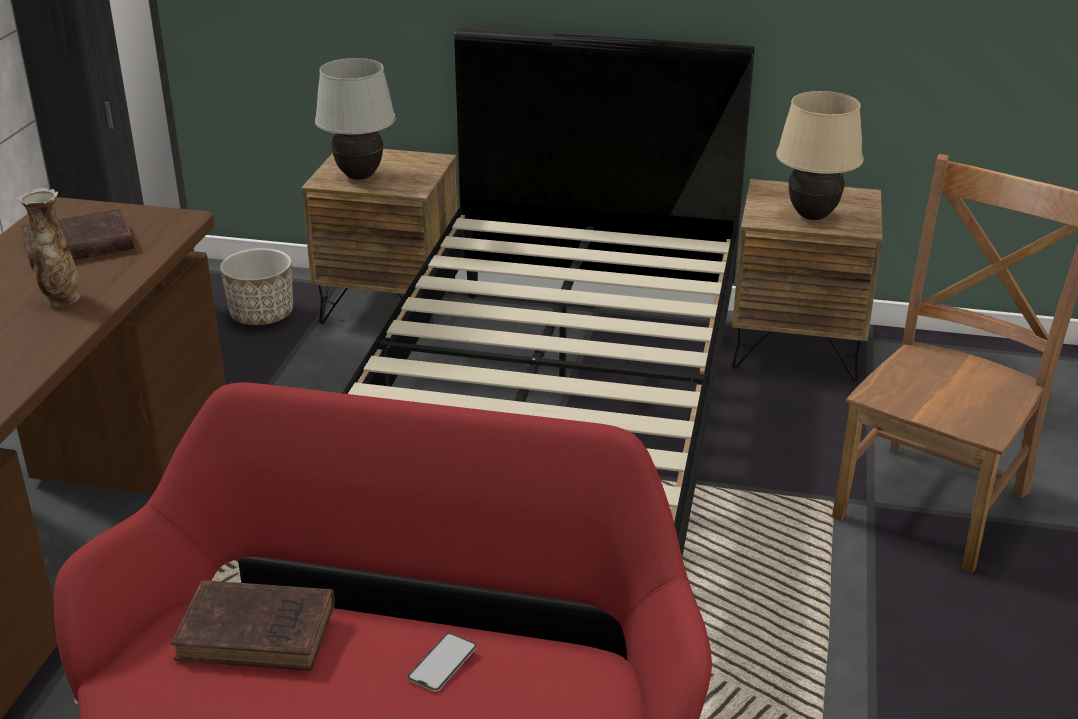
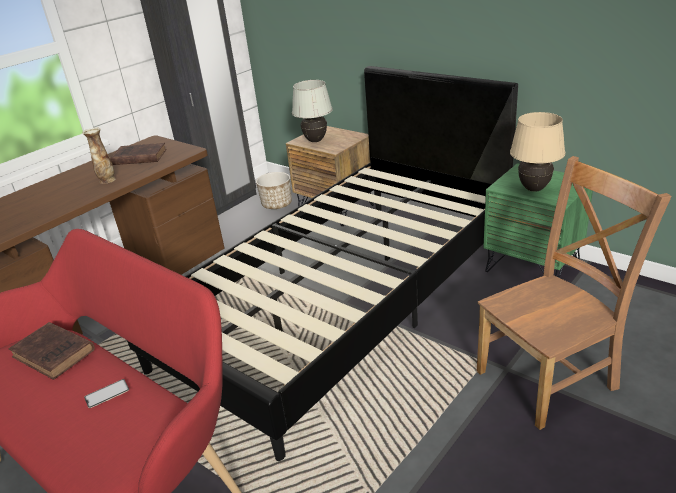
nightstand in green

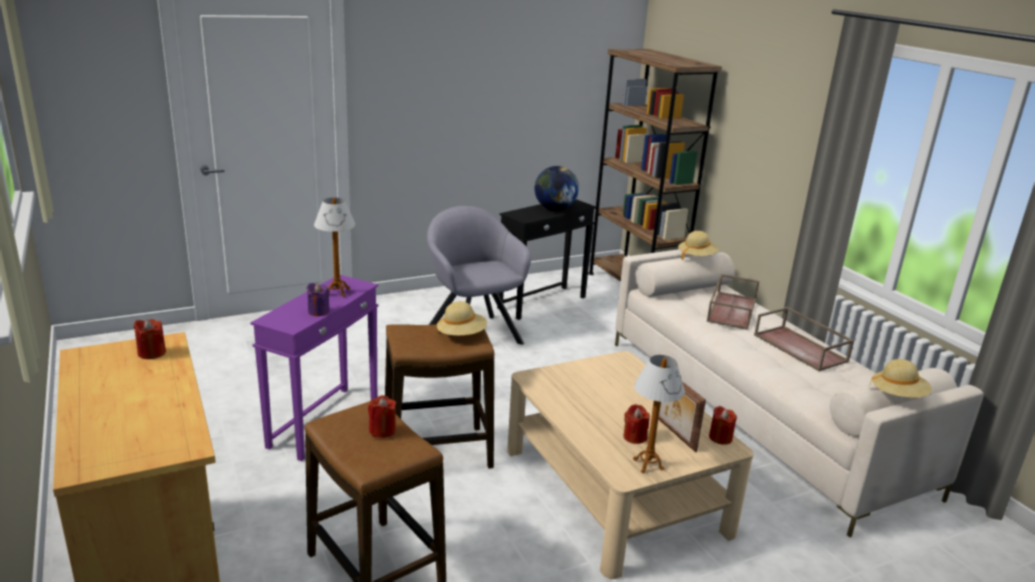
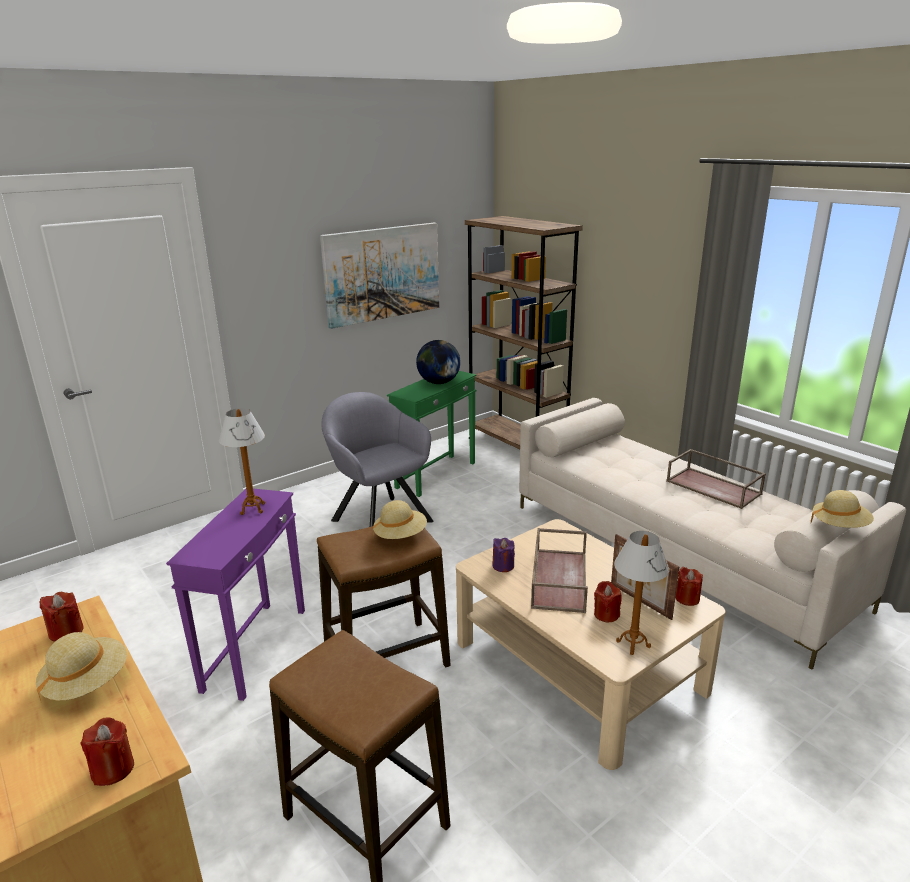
hat in beige (1st from left)
candle in red (2nd from left)
picture
side table in green
candle in purple
tray in brown (1st from left)

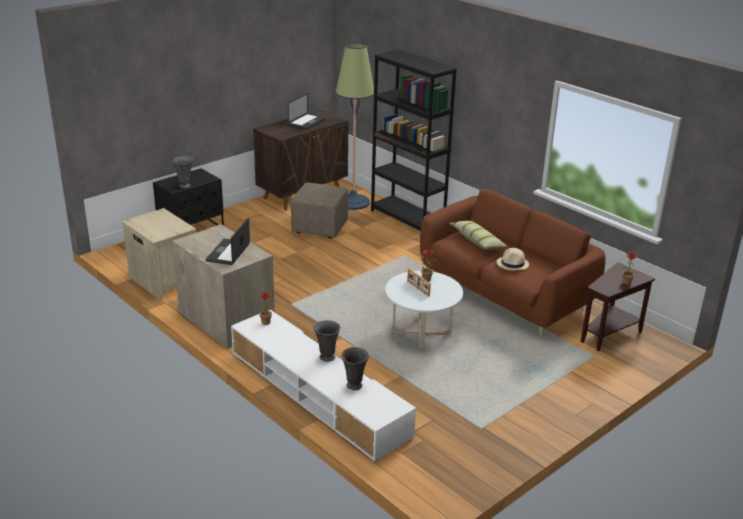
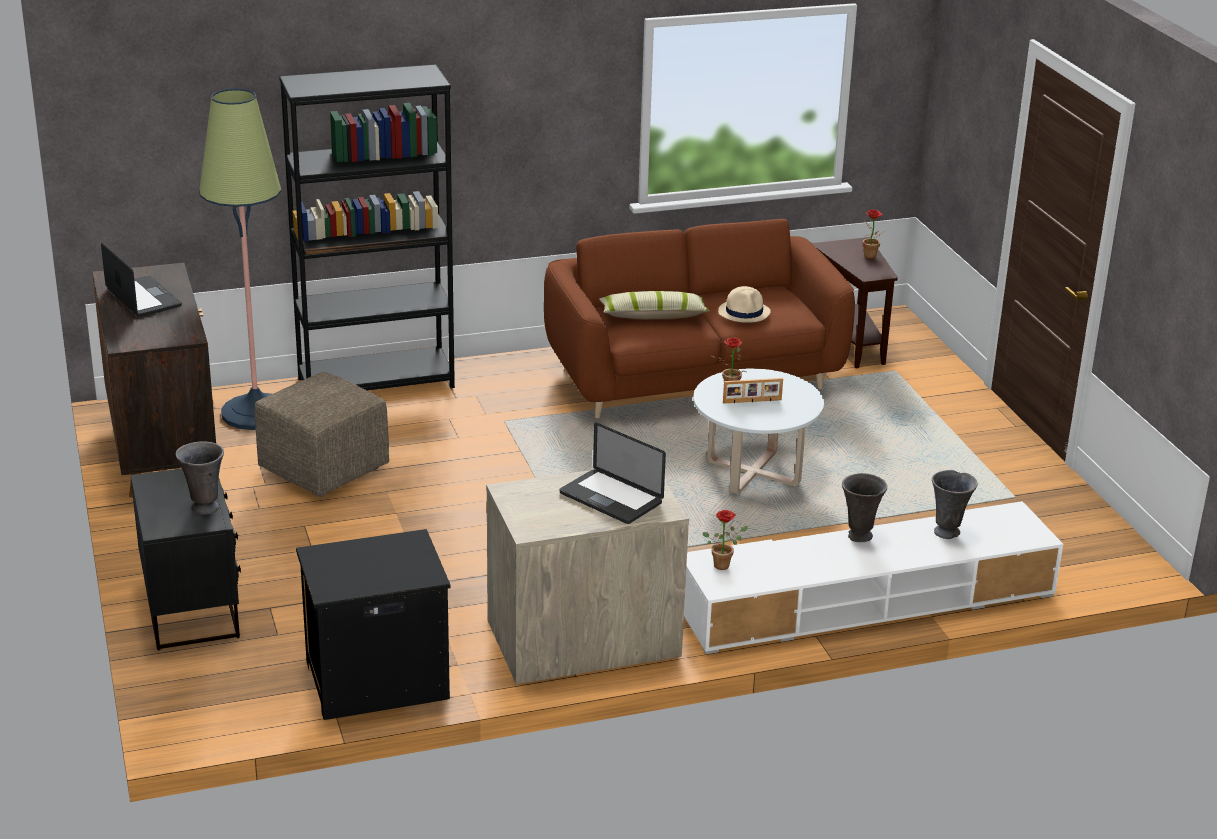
nightstand in black (2nd from left)

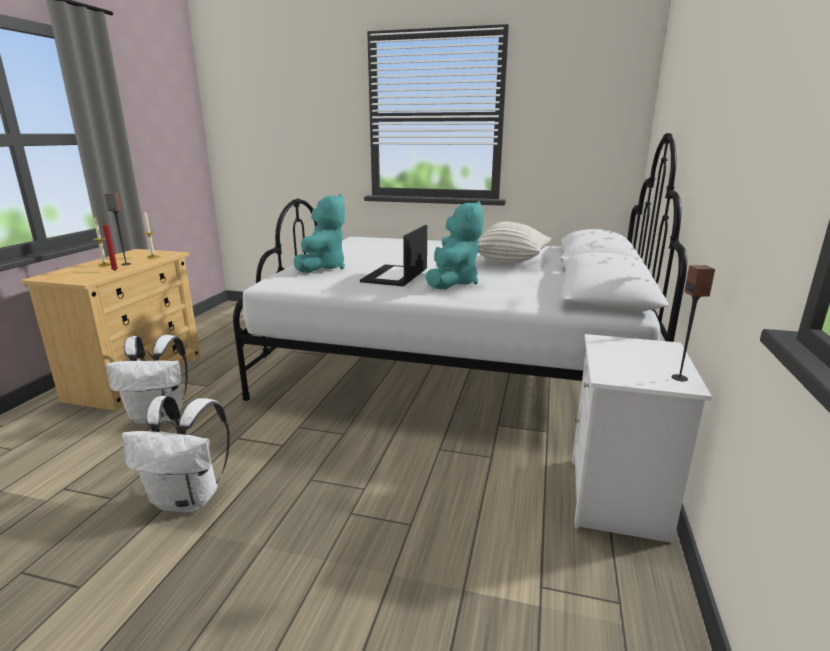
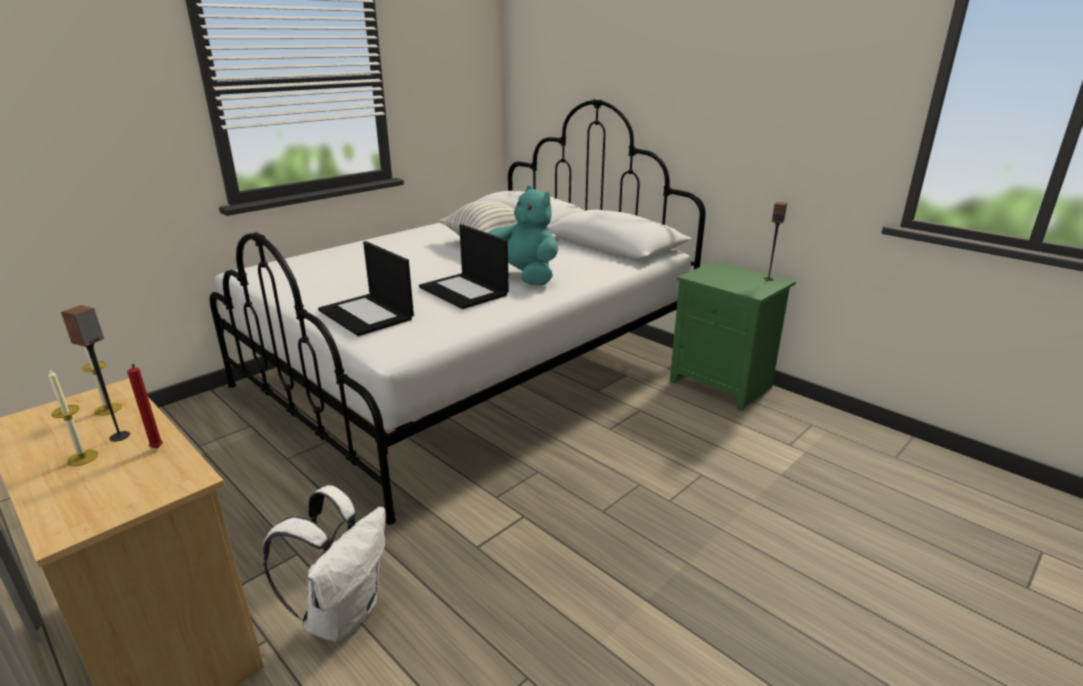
laptop (1st from left)
nightstand in green
backpack in white (2nd from left in the first image)

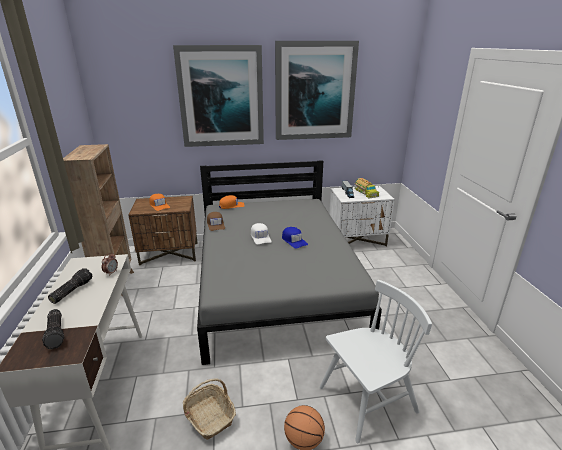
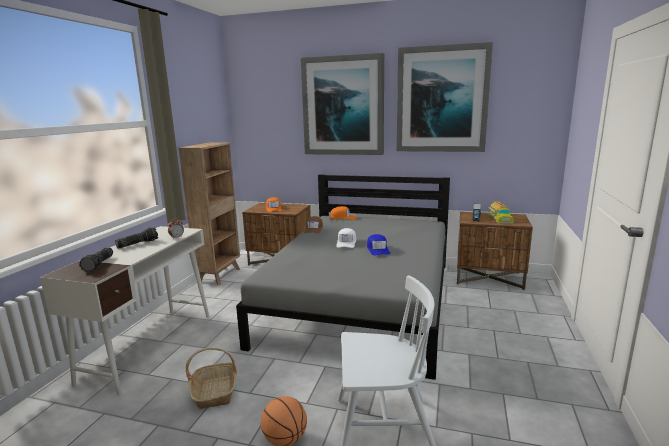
nightstand in brown (2nd from left)

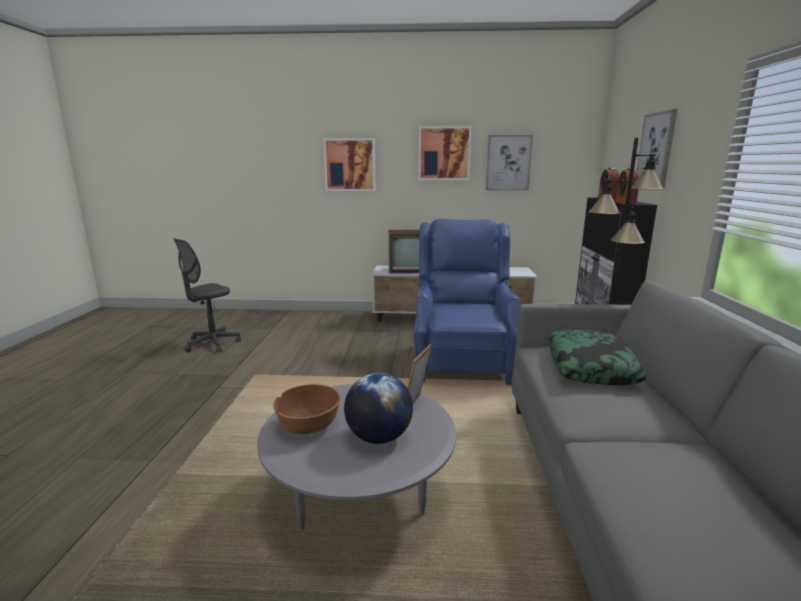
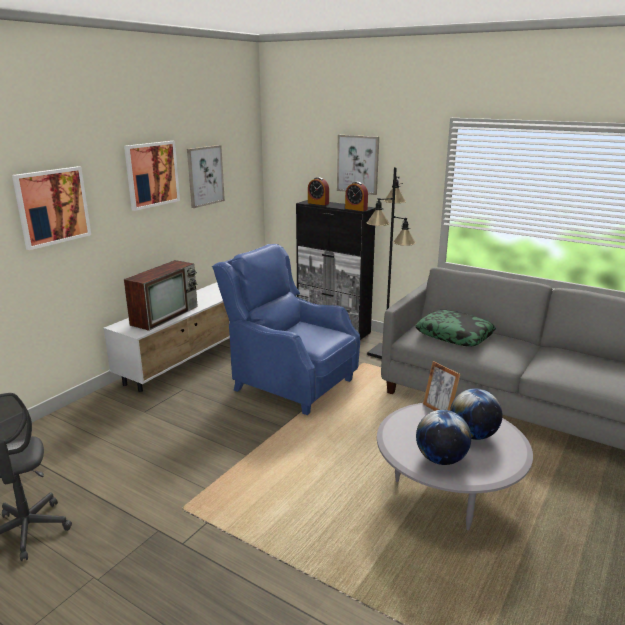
globe (1st from left)

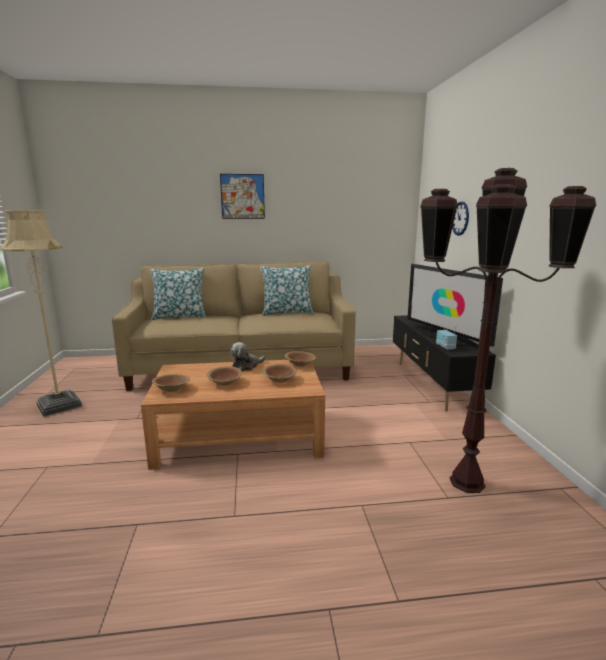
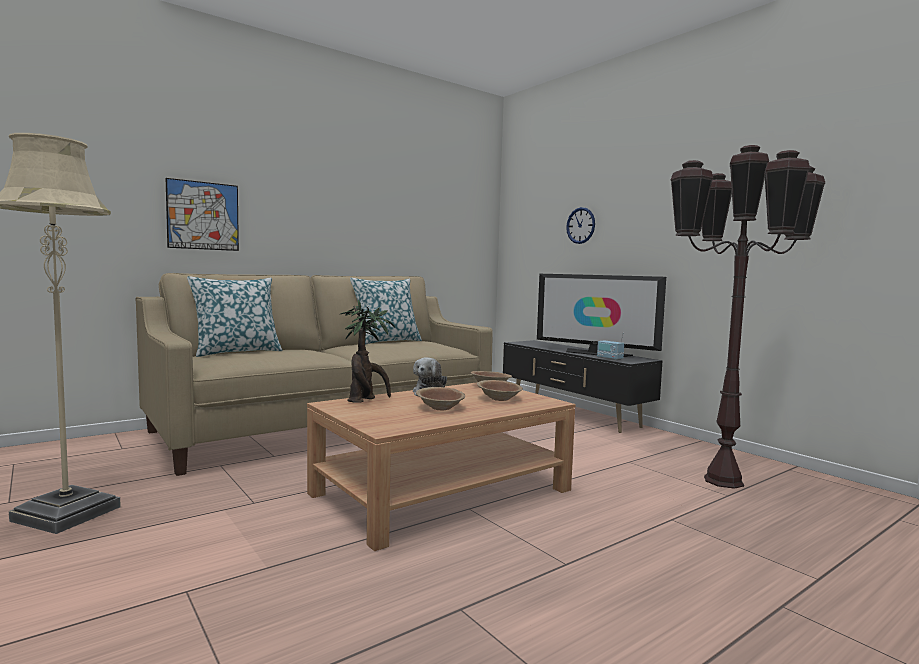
picture
potted plant
bowl in brown (1st from left in the first image)

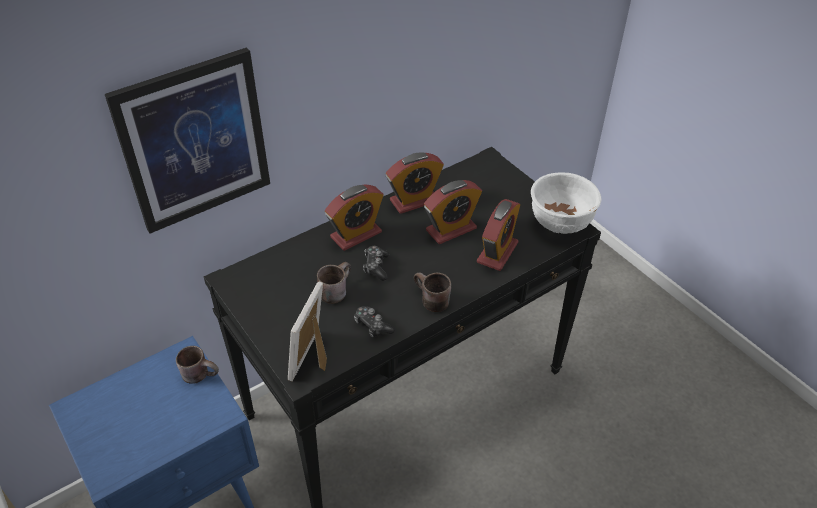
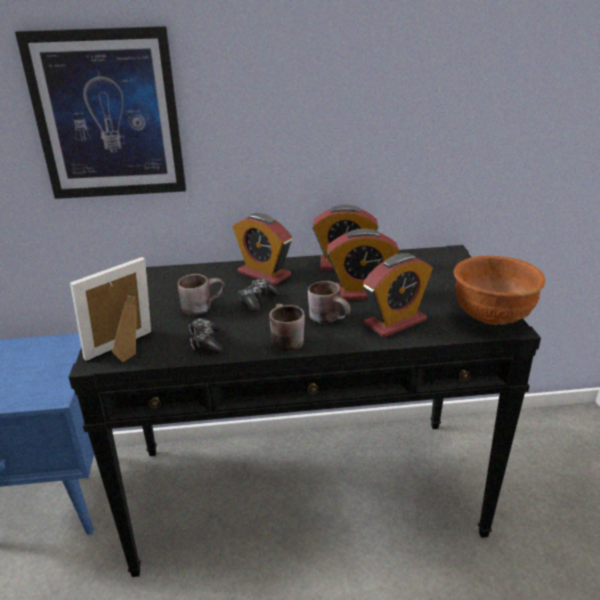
alarm clock (1st from left)
mug in brown (3rd from left)
bowl in brown

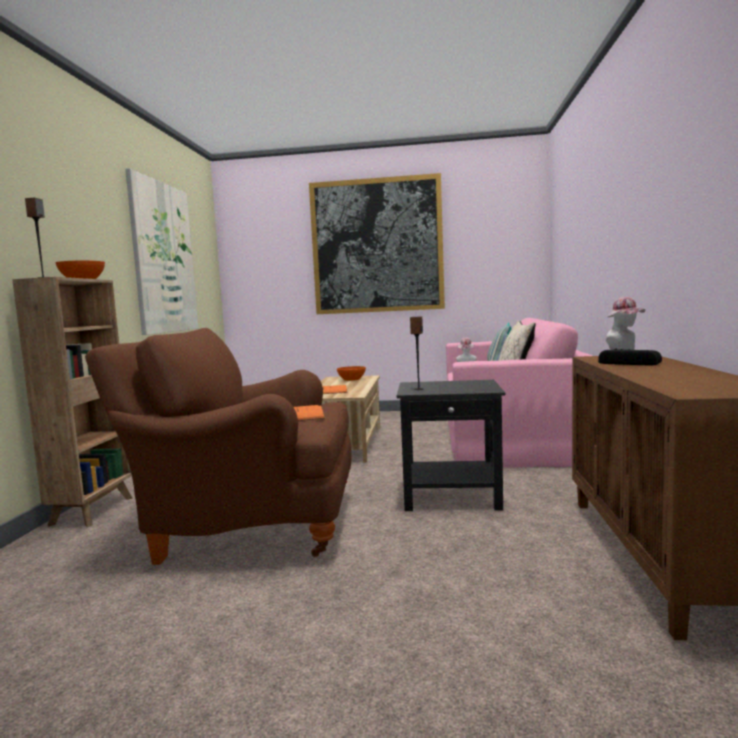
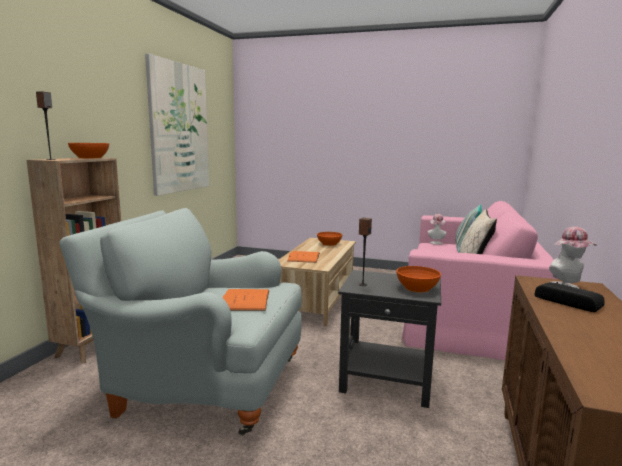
armchair in grey
bowl in orange (3rd from left)
picture (2nd from left in the first image)

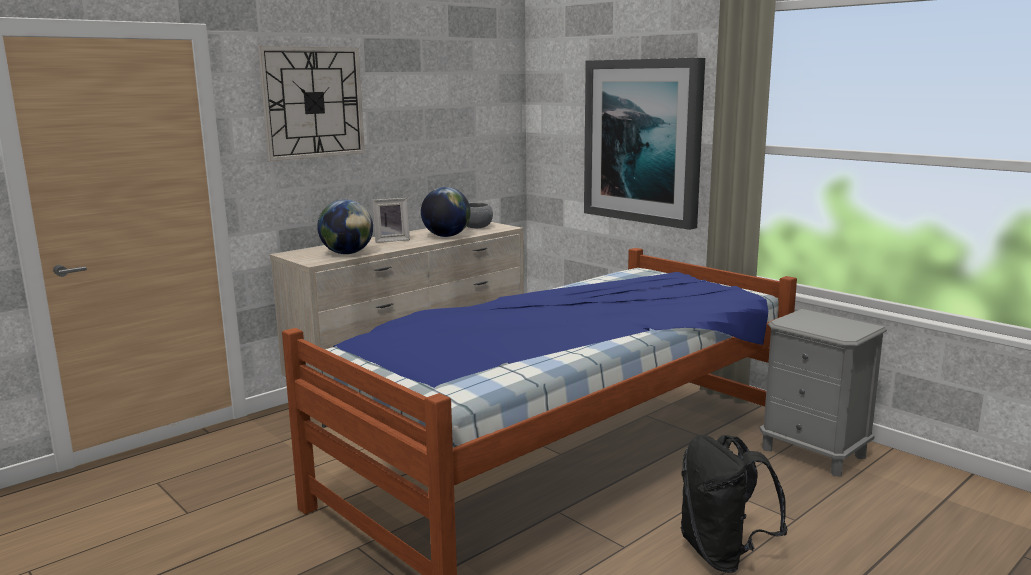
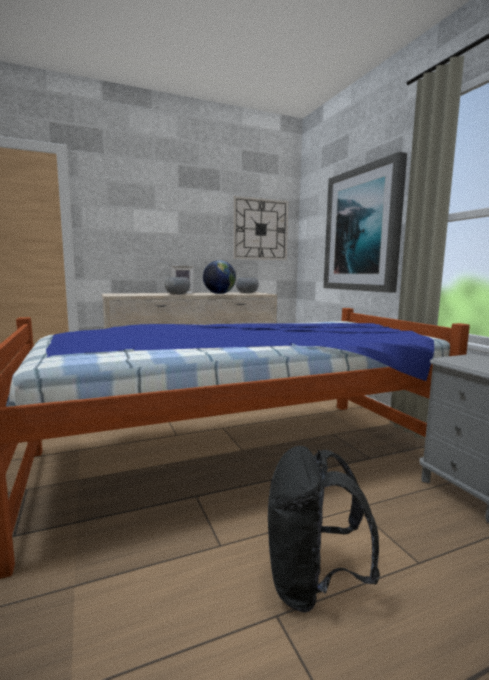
bowl in grey (1st from left)
wall clock
globe (1st from left in the first image)

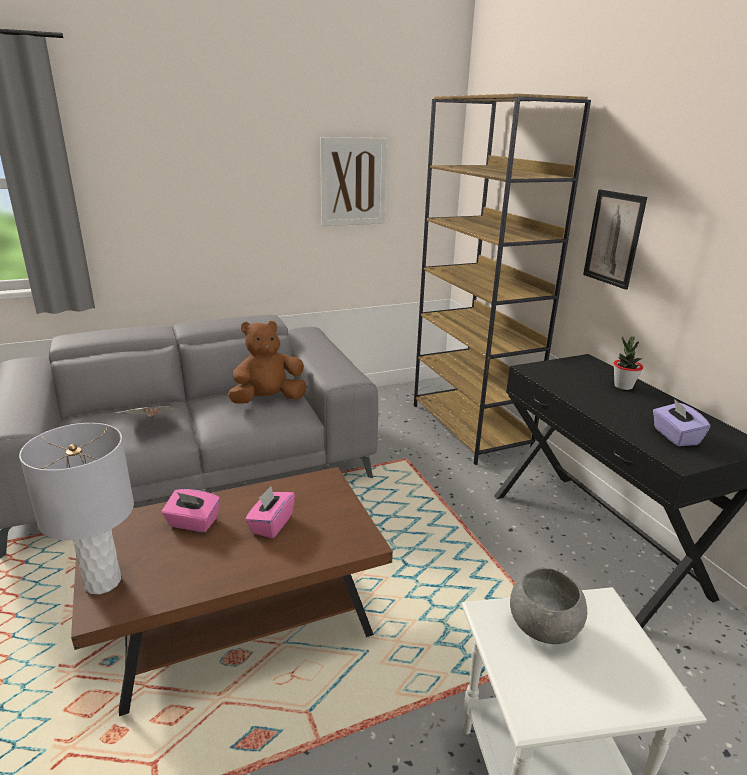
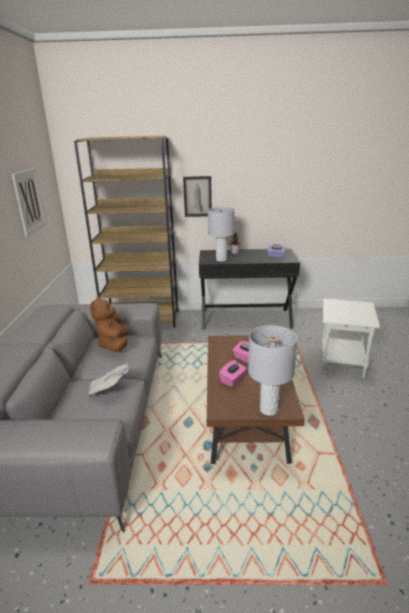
table lamp in grey (1st from left)
bowl in grey

